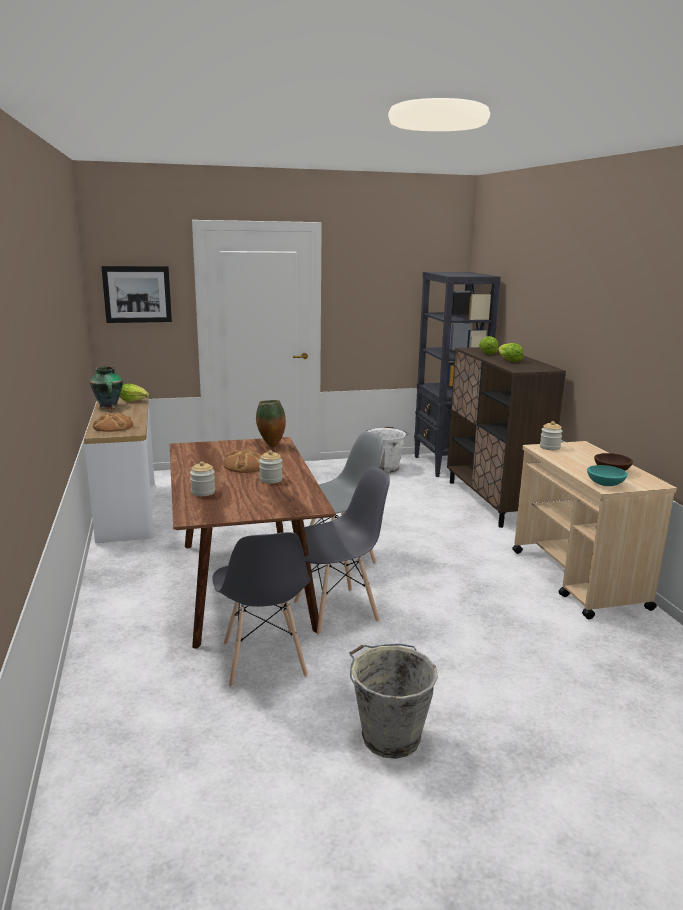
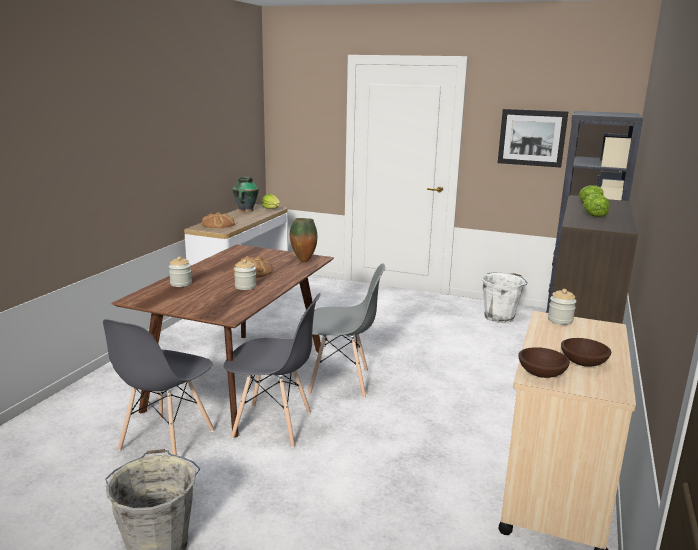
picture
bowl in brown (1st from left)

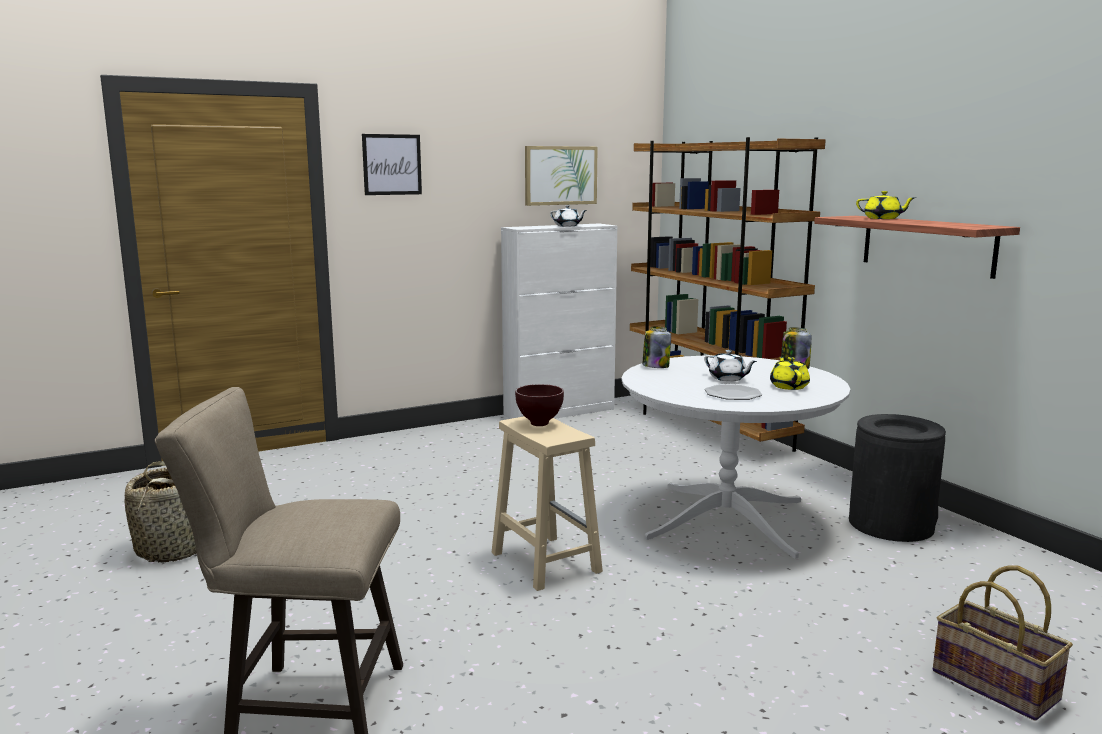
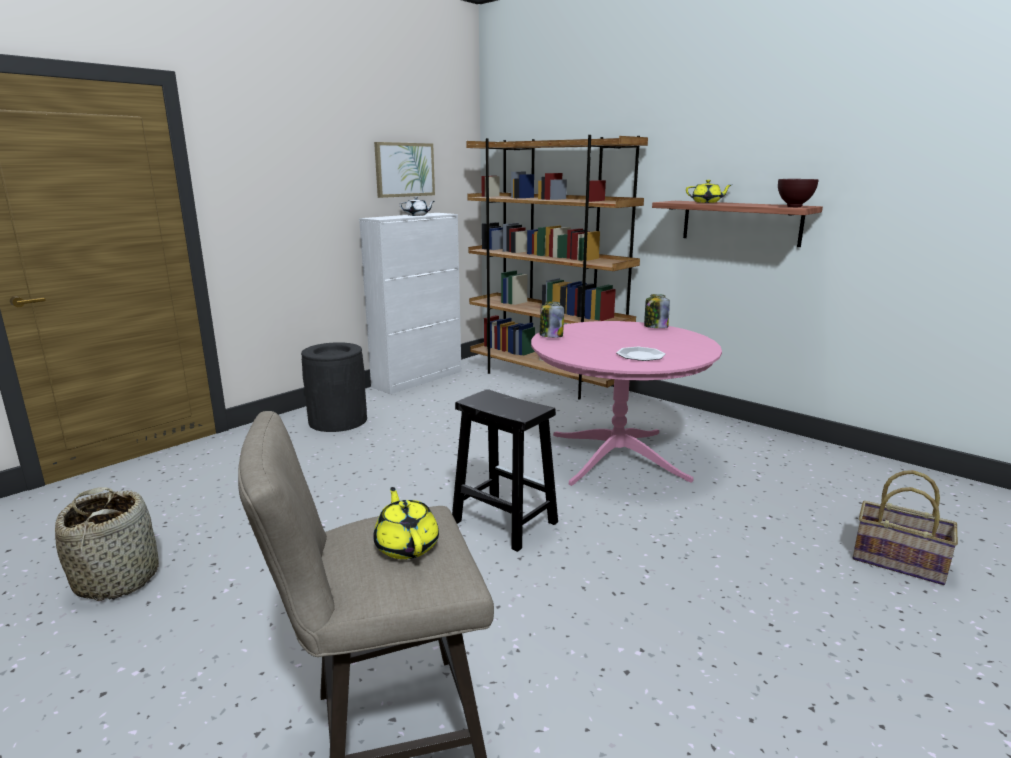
trash can in black
teapot in yellow (1st from left)
stool in black
dining table in pink
bowl in brown
picture (1st from left in the first image)
teapot in white (2nd from left in the first image)

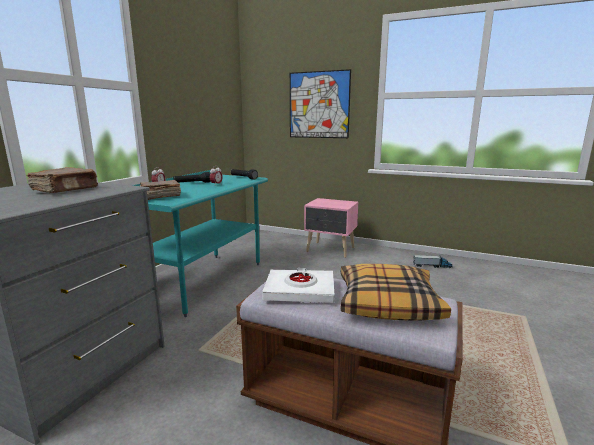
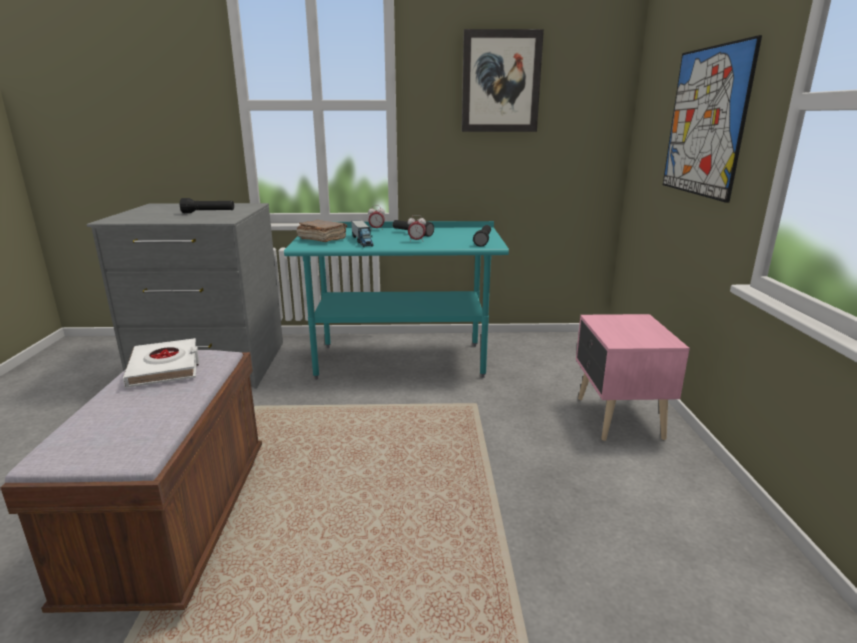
flashlight in black (1st from left)
toy truck
picture (1st from left)
pillow

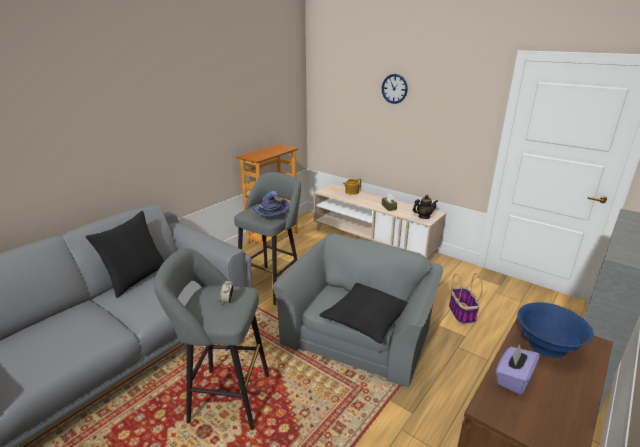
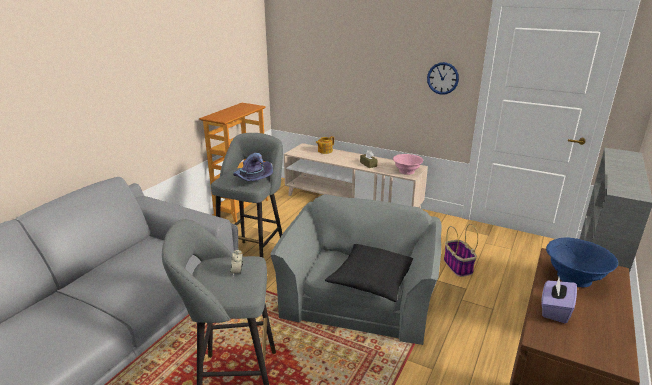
bowl in pink
wall clock
pillow in black (1st from left in the first image)

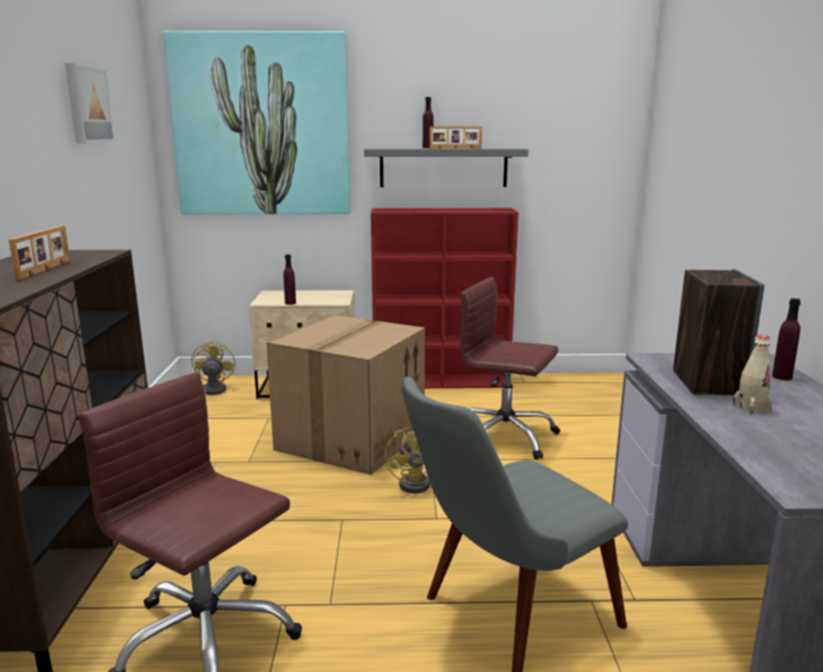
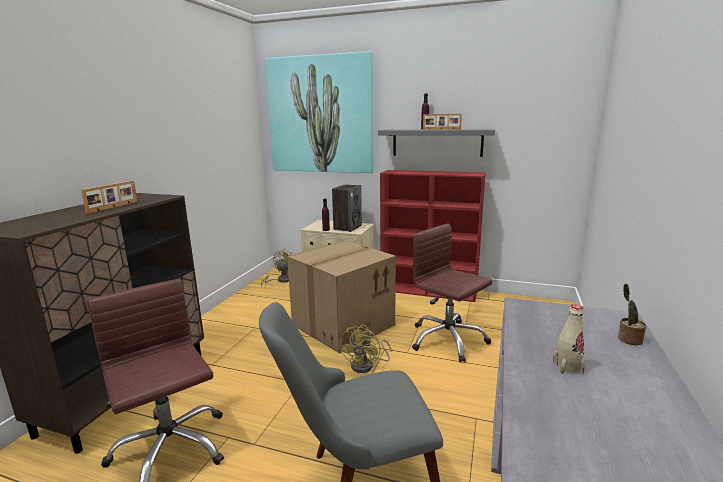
speaker
potted plant
picture (1st from left in the first image)

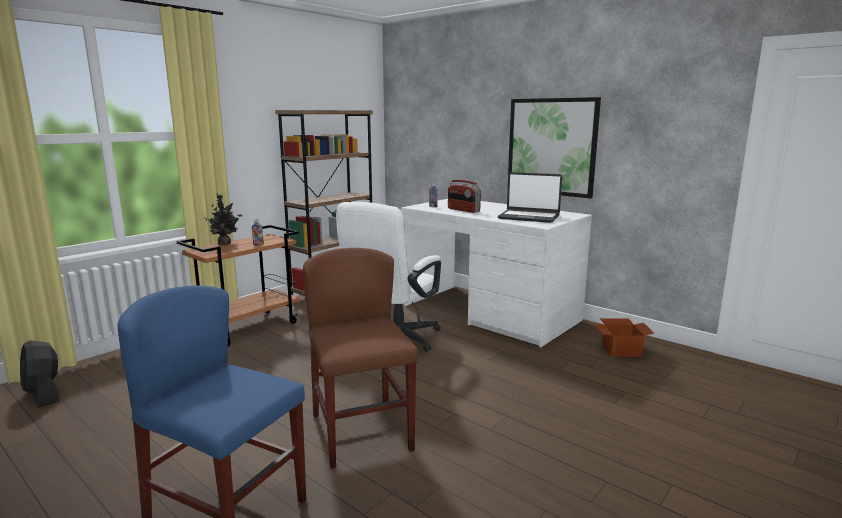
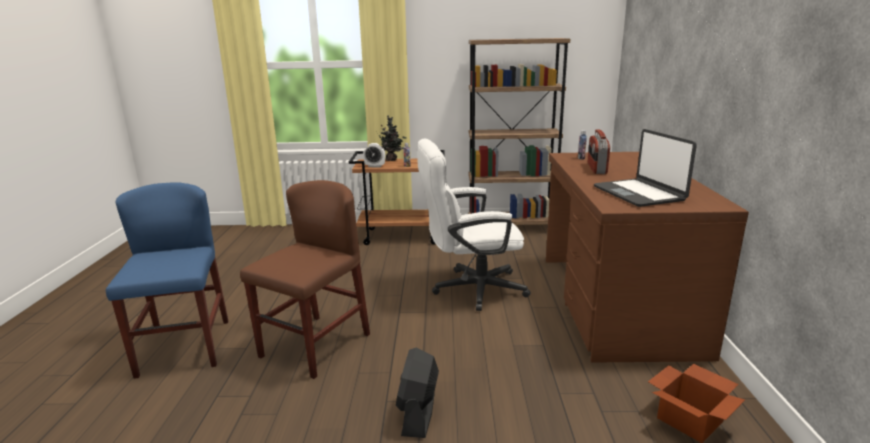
alarm clock
fan in black
desk in brown
picture

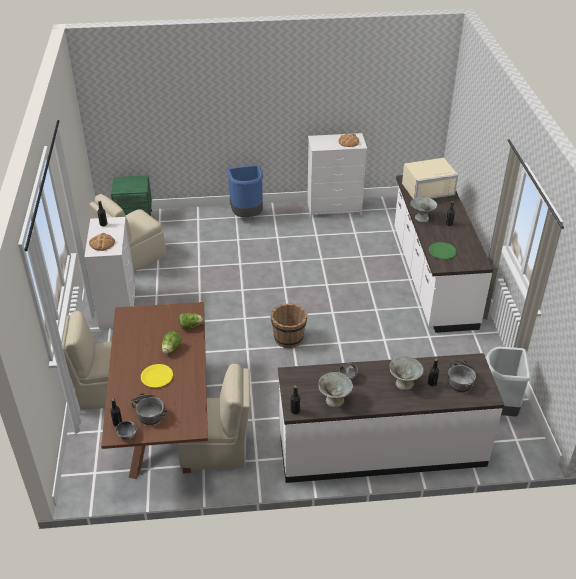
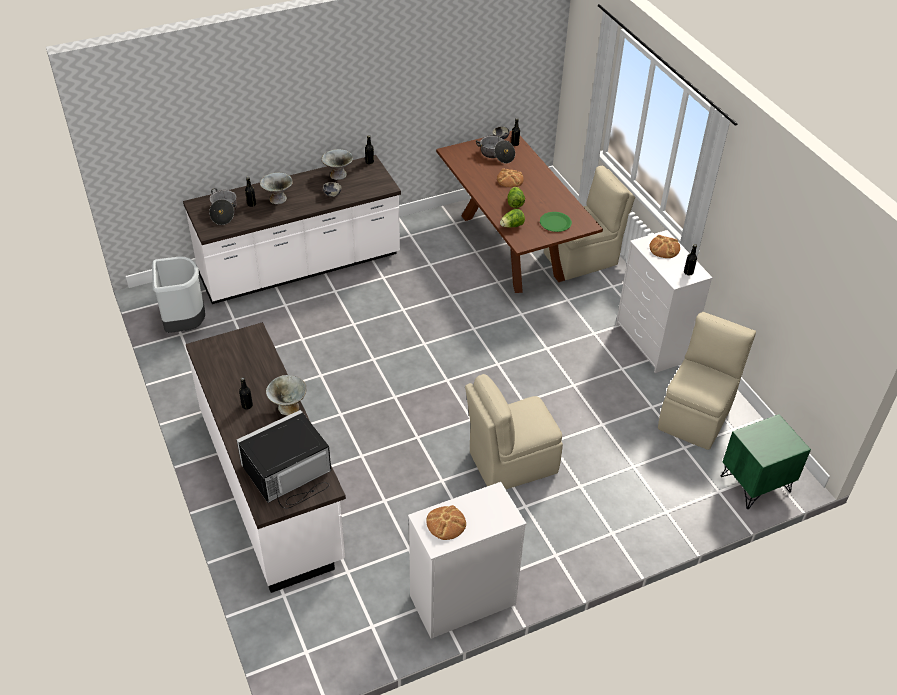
microwave in black
chair in beige (1st from left)
bread (2nd from left)
plate in green
trash can in blue
bucket in brown

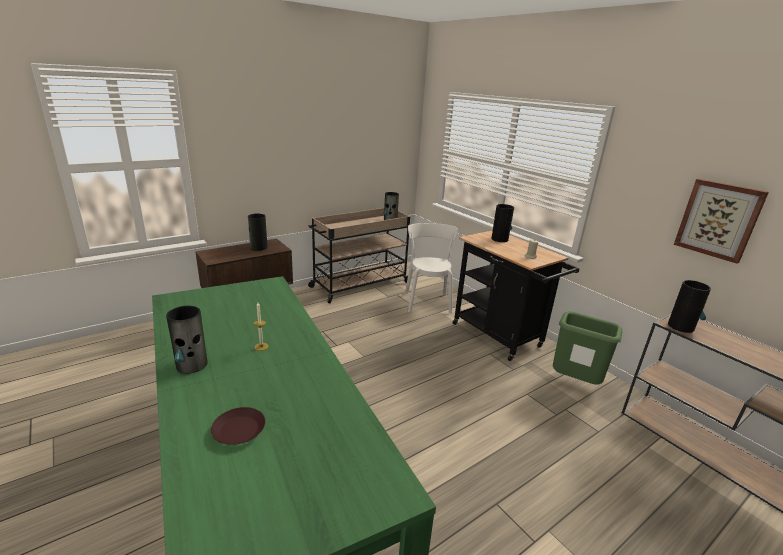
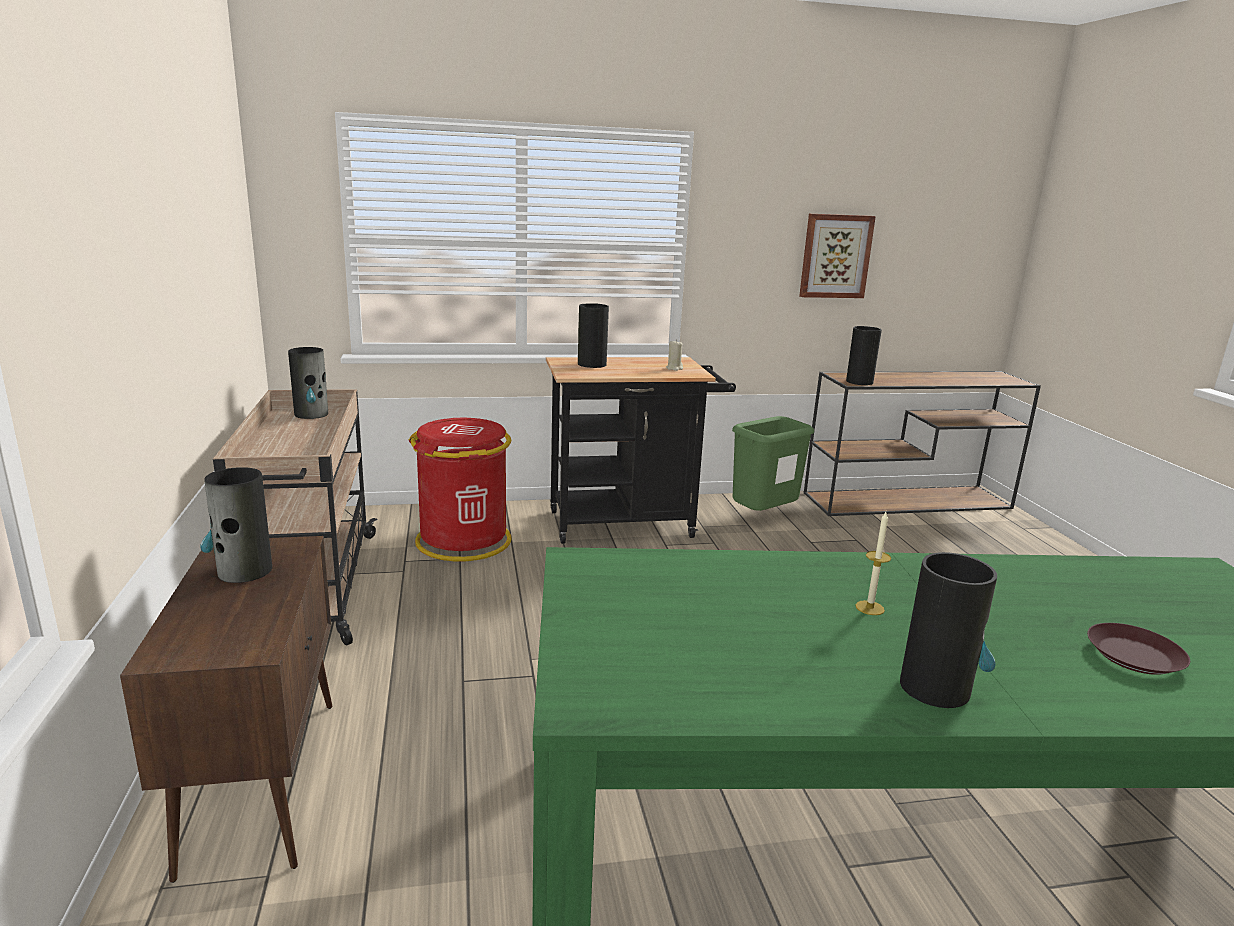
trash can in red

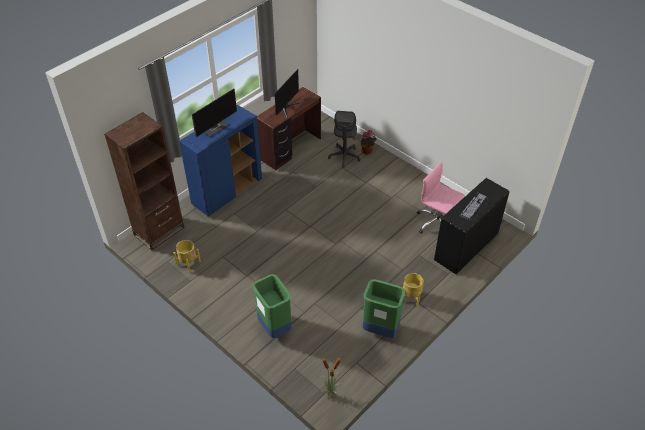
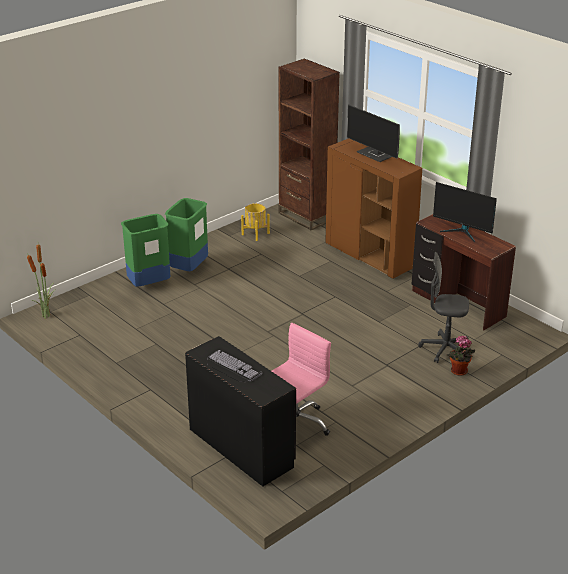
trash can in green (2nd from left)
cabinet in brown
planter in yellow (2nd from left in the first image)

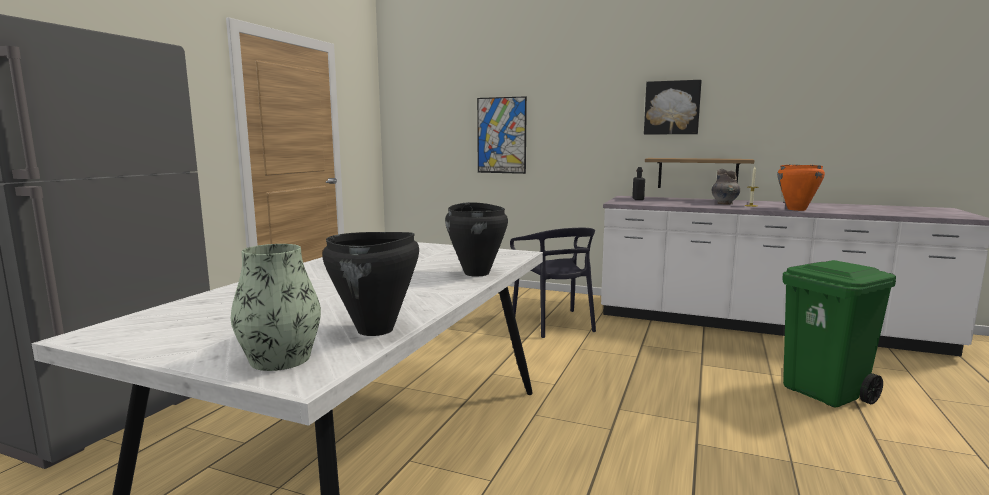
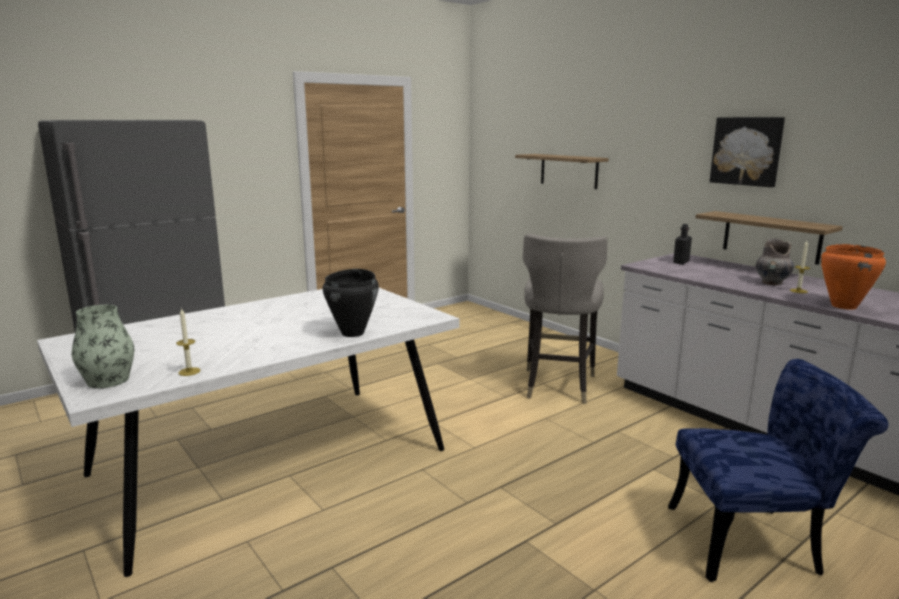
candle (1st from left)
shelf (1st from left)
stool in grey
chair in blue

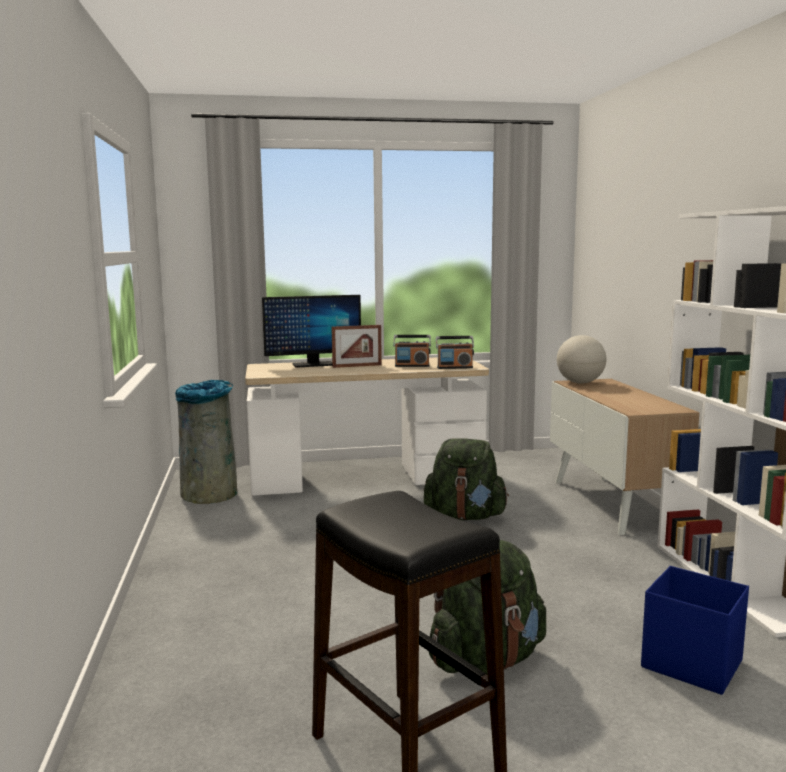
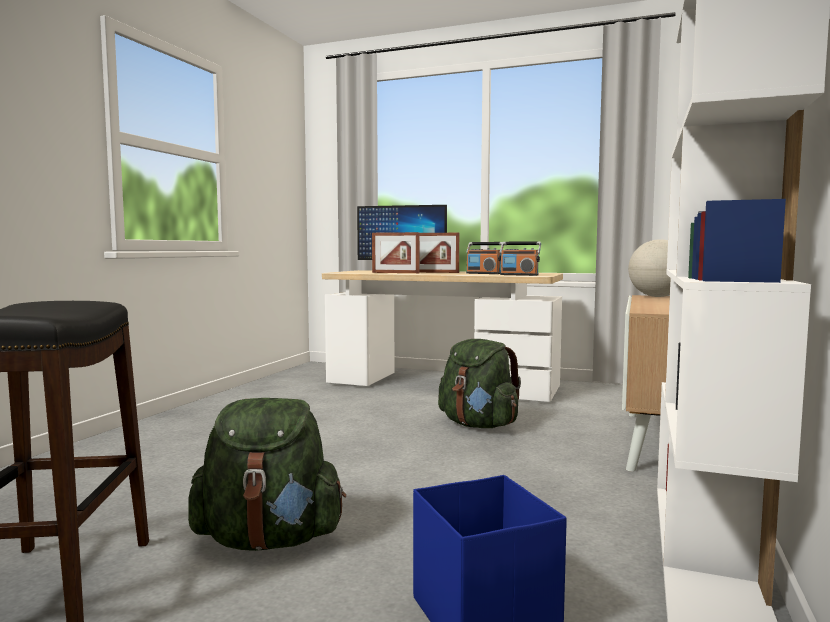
picture frame (1st from left)
trash can in grey

